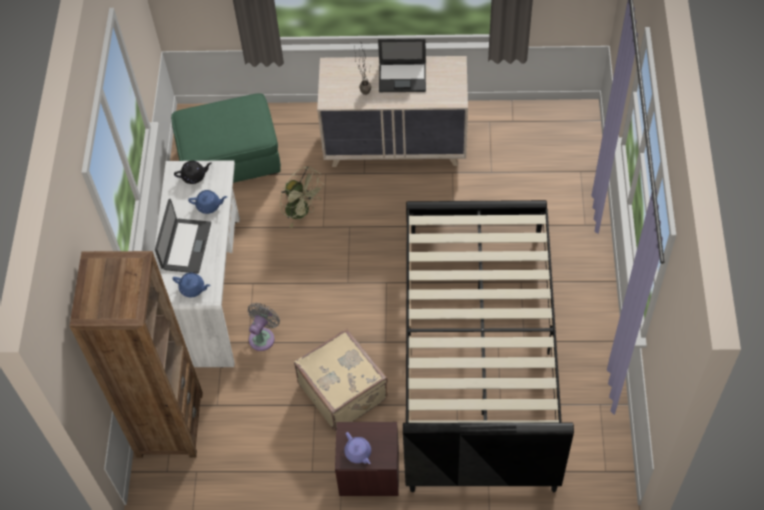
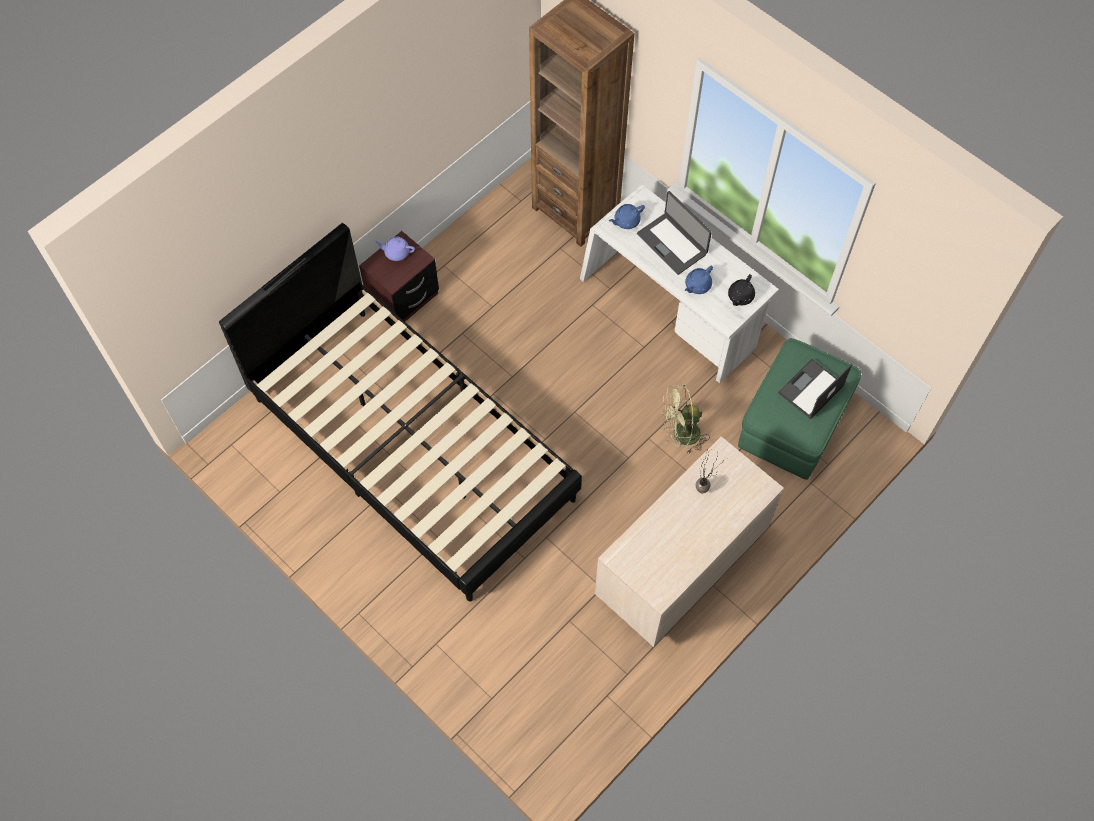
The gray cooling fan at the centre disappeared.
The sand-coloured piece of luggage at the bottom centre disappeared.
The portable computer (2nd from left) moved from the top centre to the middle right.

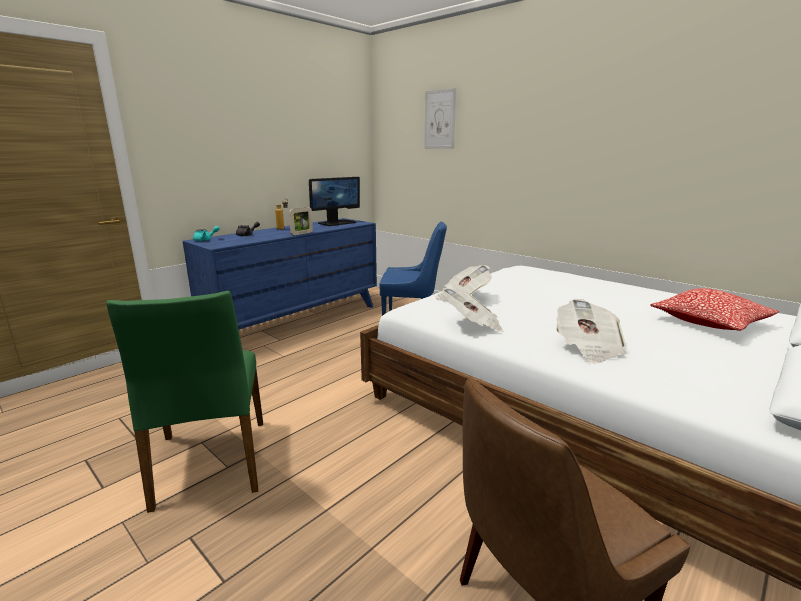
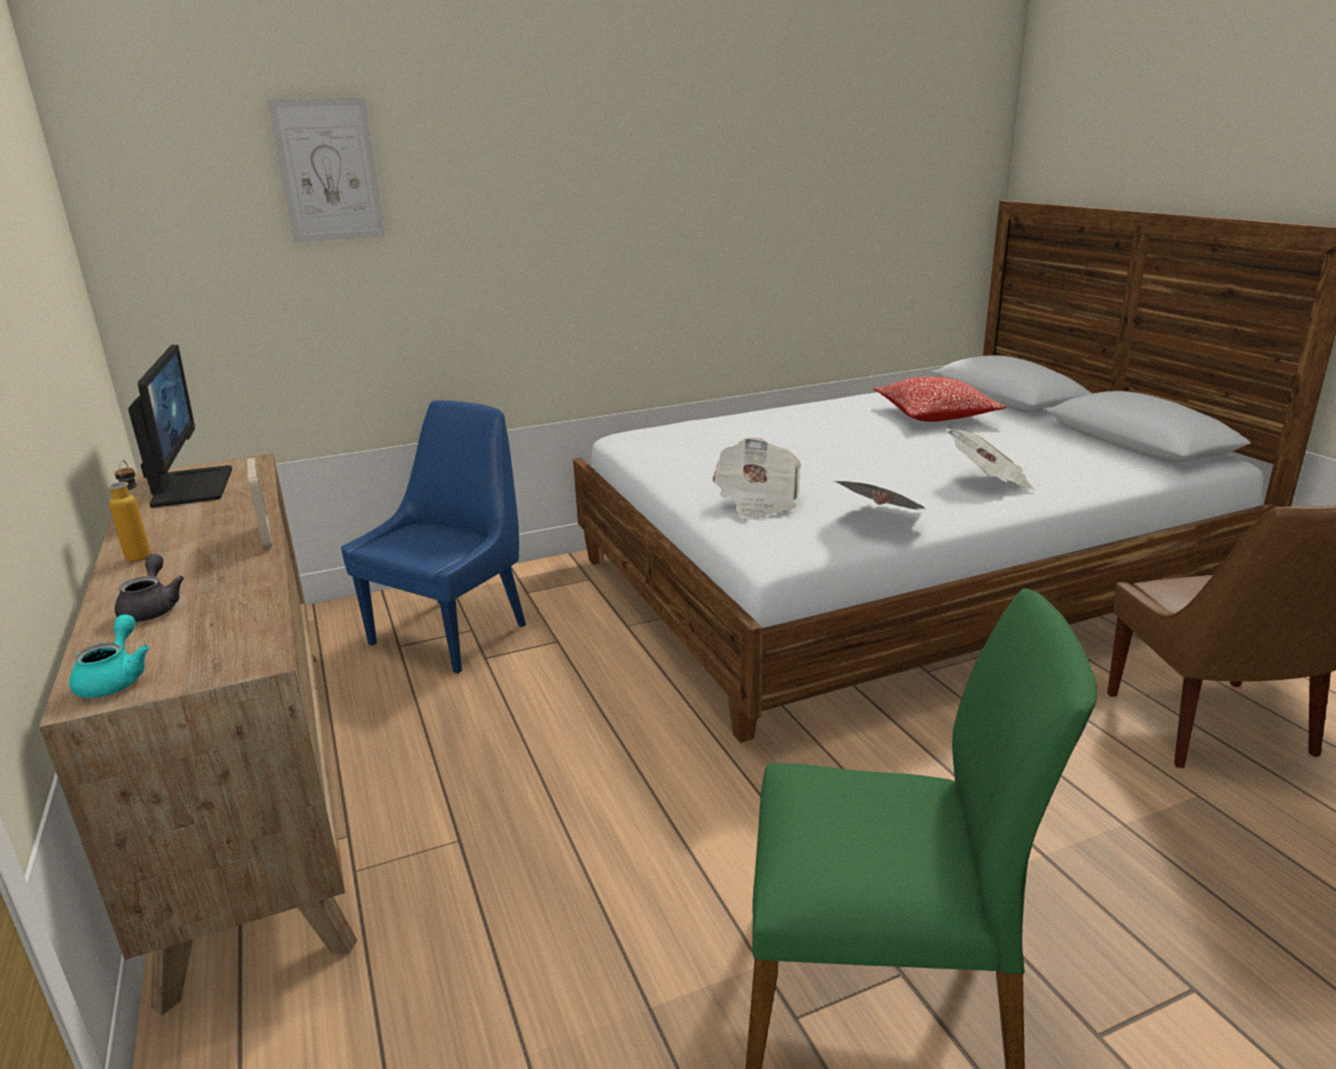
The bluish dresser at the centre became the brown dresser at the bottom left.

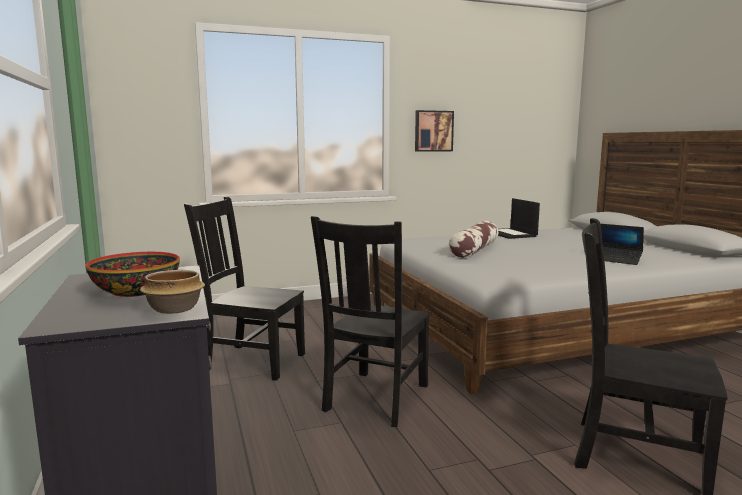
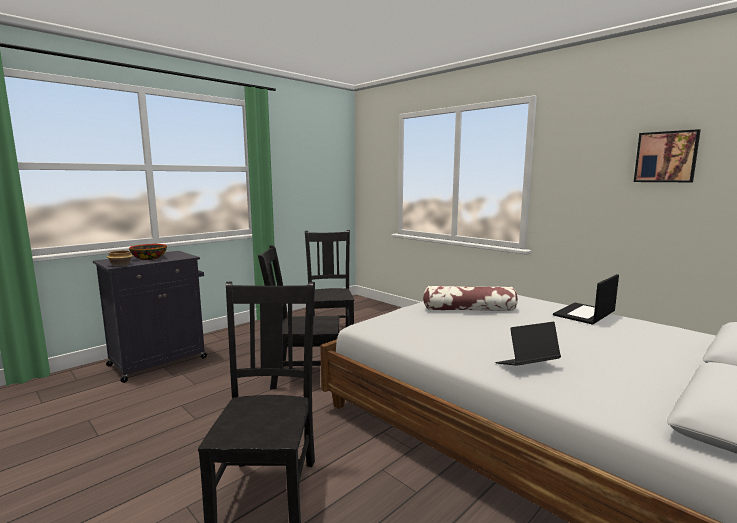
The wall picture moved from the top centre to the top right.
The portable computer (2nd from left in the first image) at the middle right turned 60 degrees clockwise.

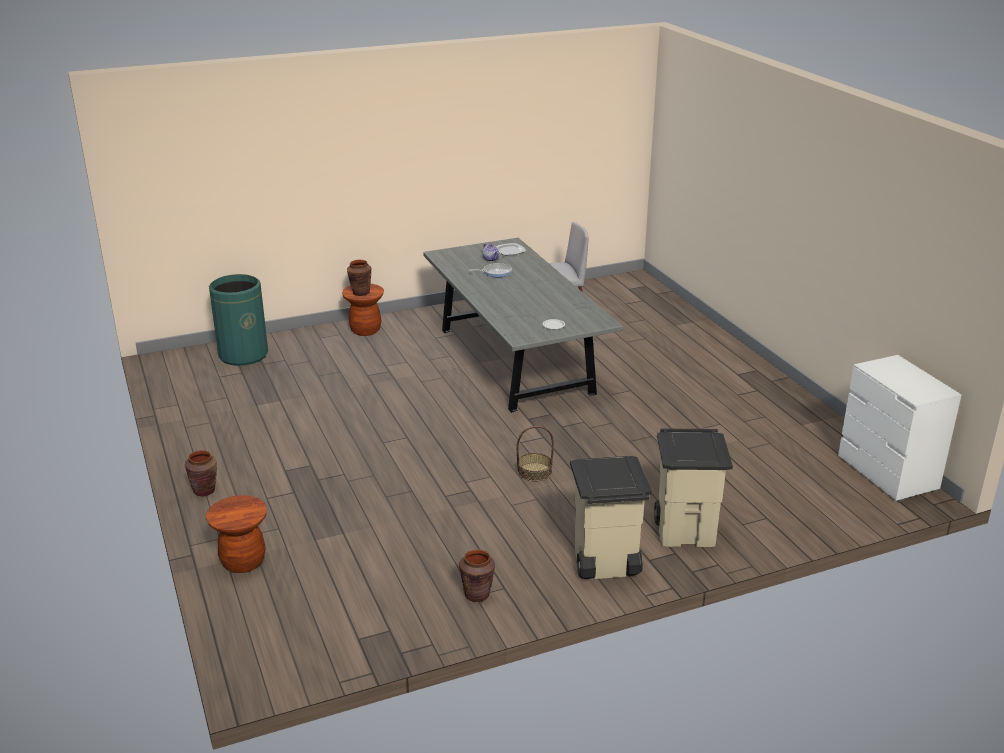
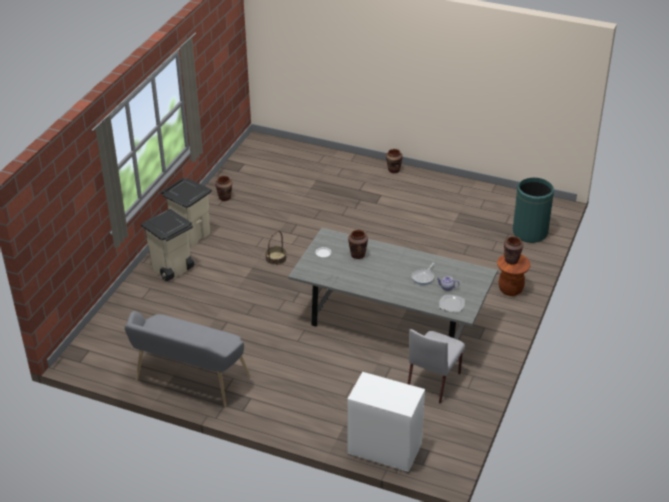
The brown stool seat (1st from left) at the bottom left disappeared.
The gray long seat at the bottom left appeared.
The brown flower vase (2nd from left) at the centre appeared.
The white-coloured dresser moved from the middle right to the bottom centre.

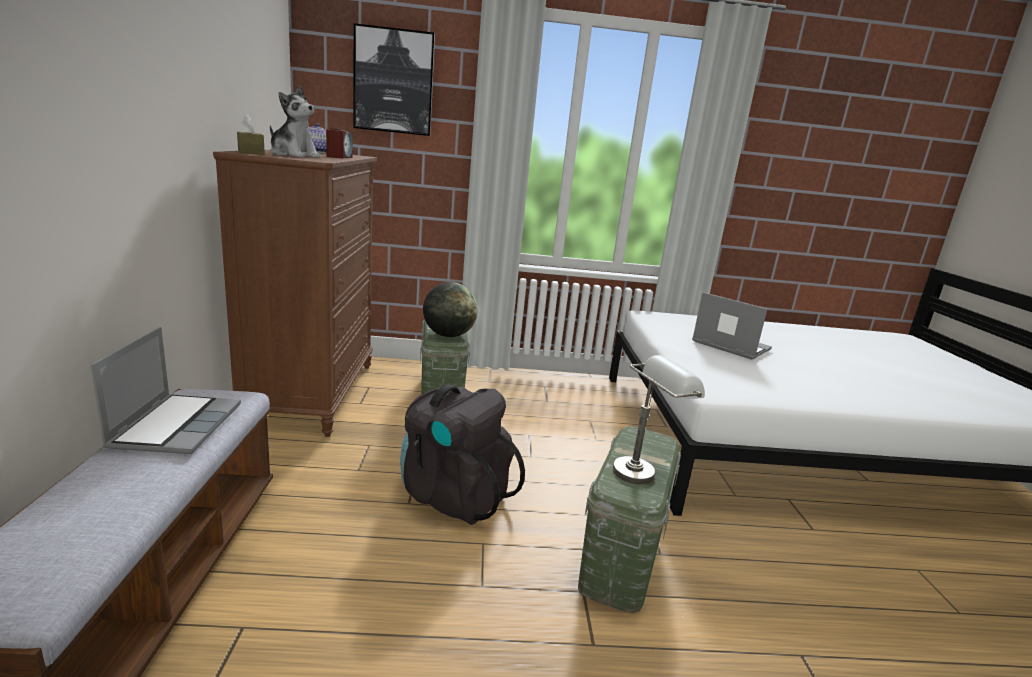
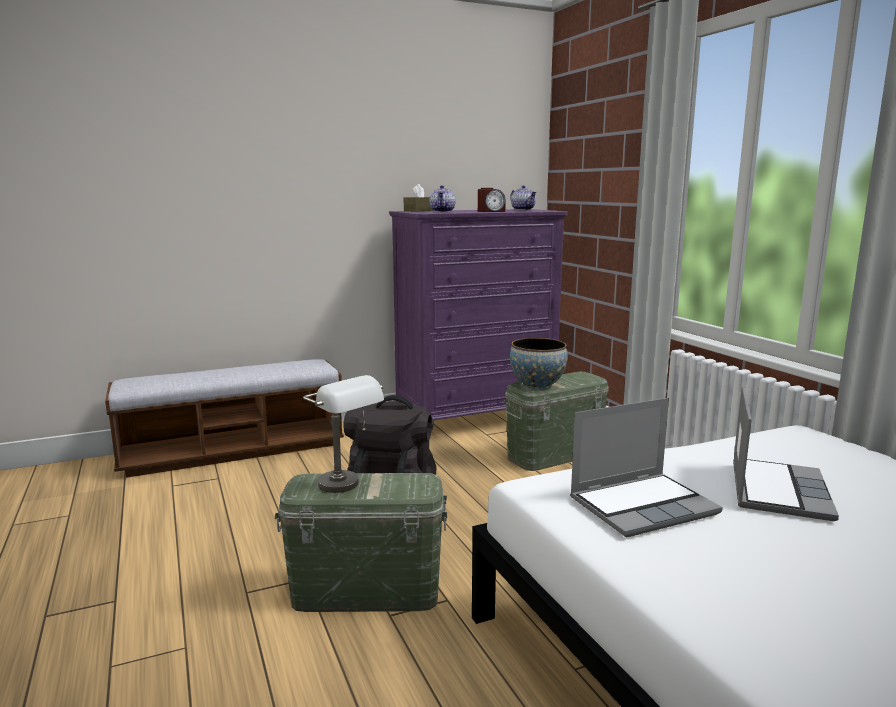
The wall picture at the top centre disappeared.
The portable computer (1st from left) moved from the middle left to the middle right.
The plush toy at the top left was replaced by the pot for tea (1st from left) at the top centre.
The desk globe at the centre was replaced by the bowl at the centre.
The brown dresser at the middle left became the purple-coloured dresser at the centre.

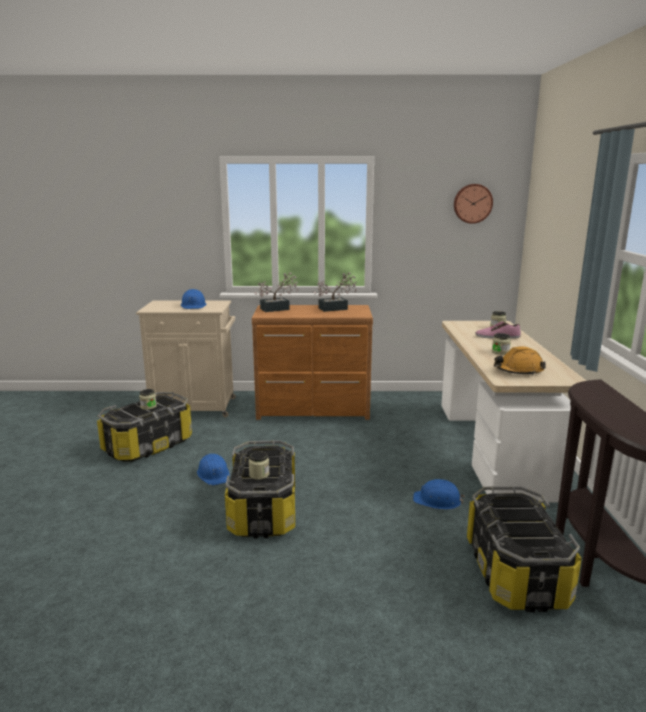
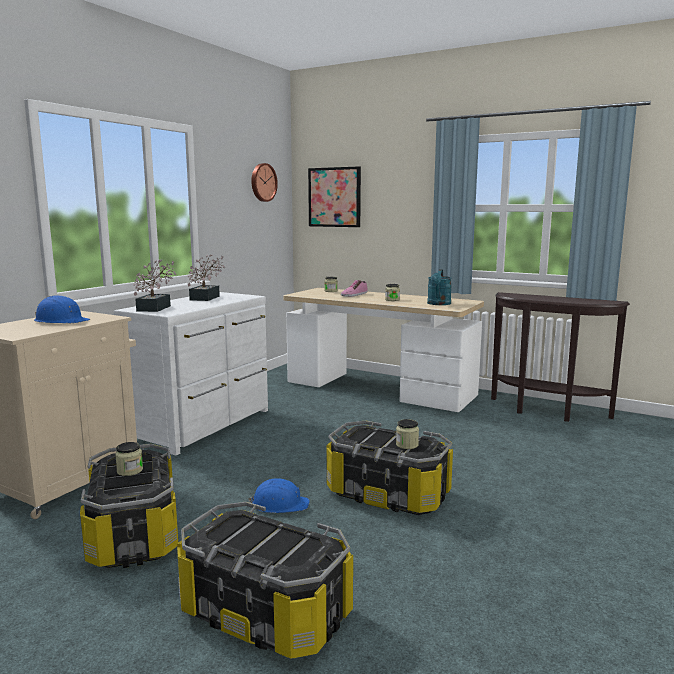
The bluish work helmet (3rd from left) at the bottom right disappeared.
The wall picture at the top centre appeared.
The storage bin (3rd from left in the first image) moved from the bottom right to the bottom centre.
The orange work helmet at the middle right was replaced by the turquoise watering pot at the centre.
The brown dresser at the centre became the white-coloured dresser at the middle left.

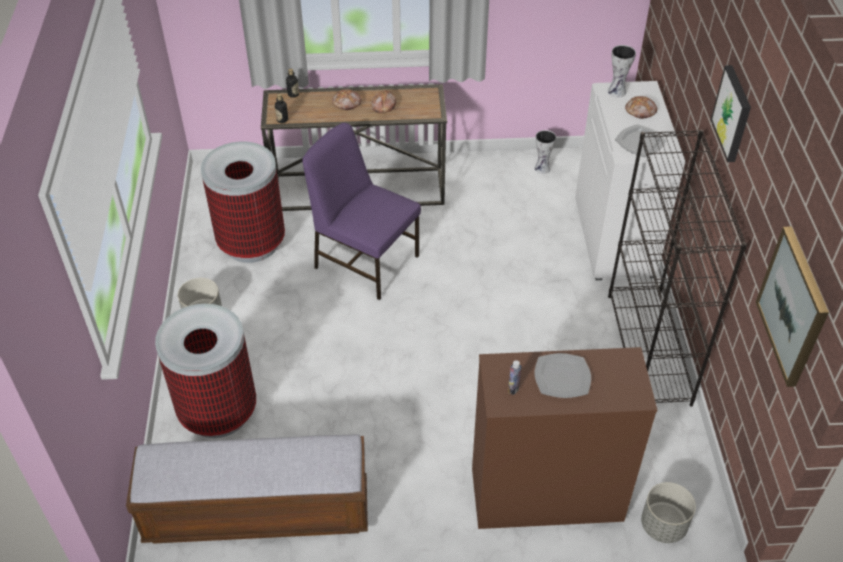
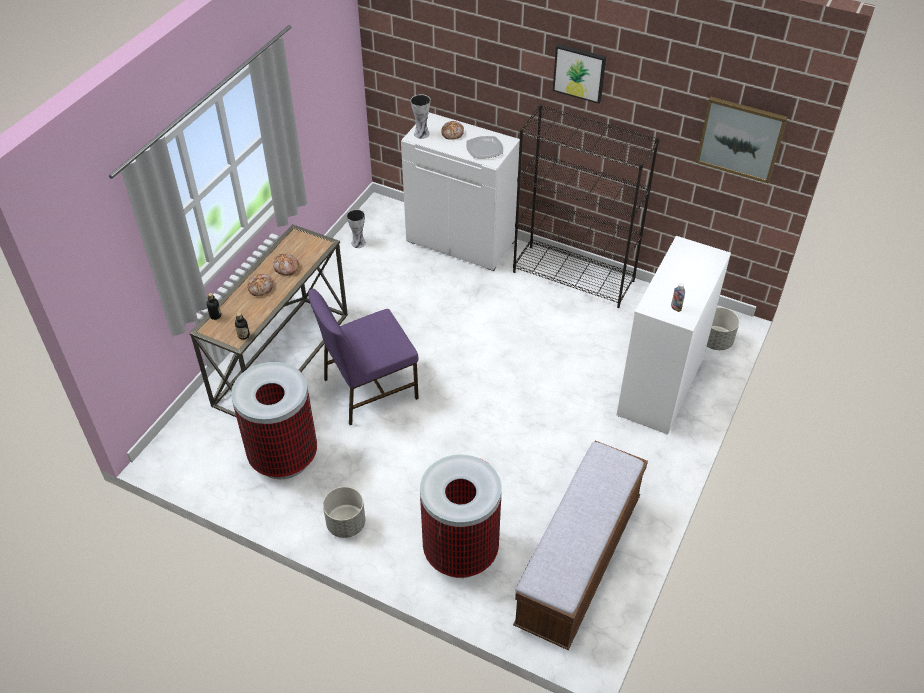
The dinner plate (1st from left) at the bottom right disappeared.
The brown dresser at the bottom right became the white-coloured dresser at the middle right.

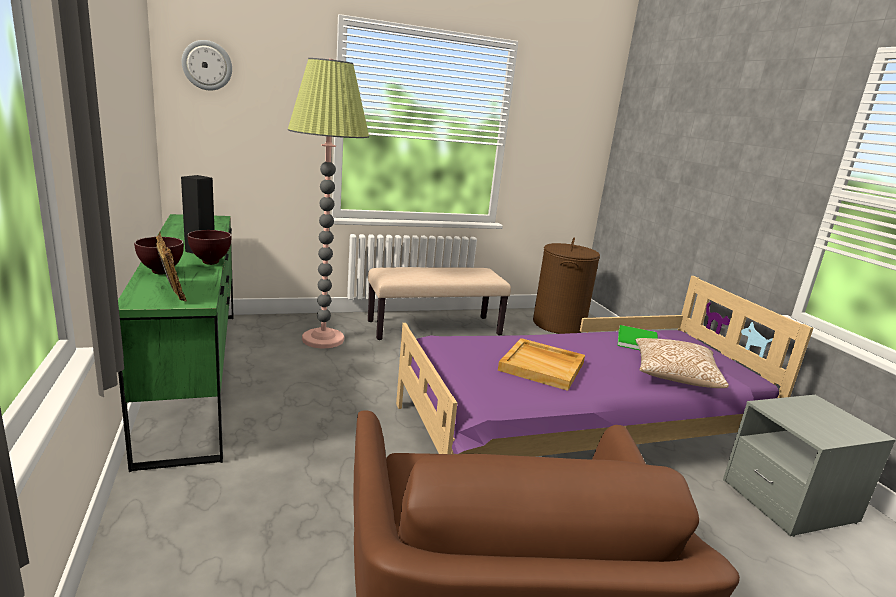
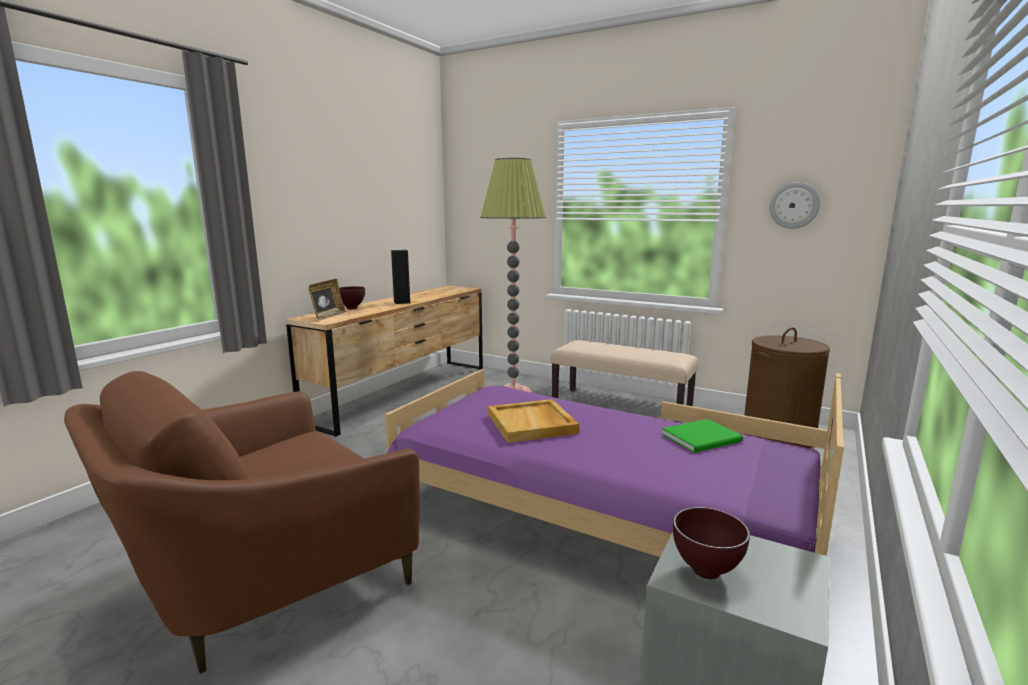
The cushion at the middle right disappeared.
The hanging clock moved from the top left to the top right.
The brown bowl (2nd from left) moved from the middle left to the bottom right.
The greenish dresser at the middle left became the brown dresser at the centre.

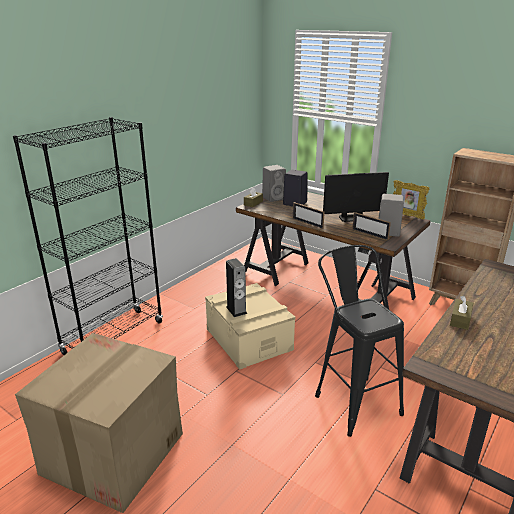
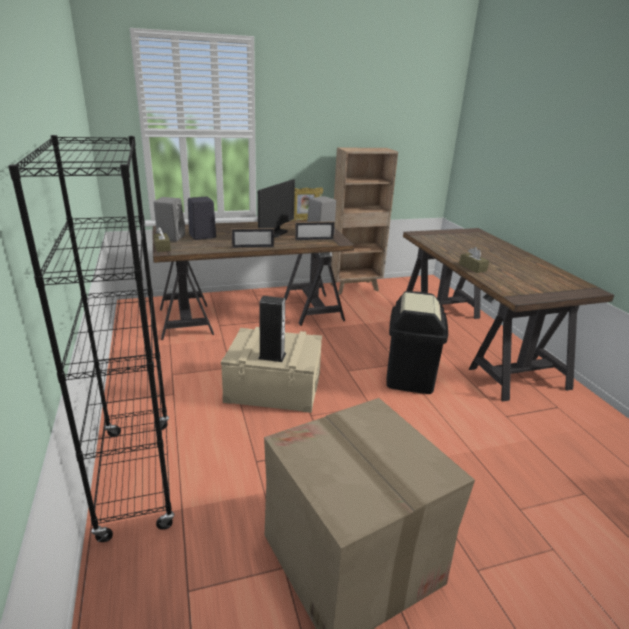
The black stool seat at the middle right was replaced by the black rubbish bin at the centre.

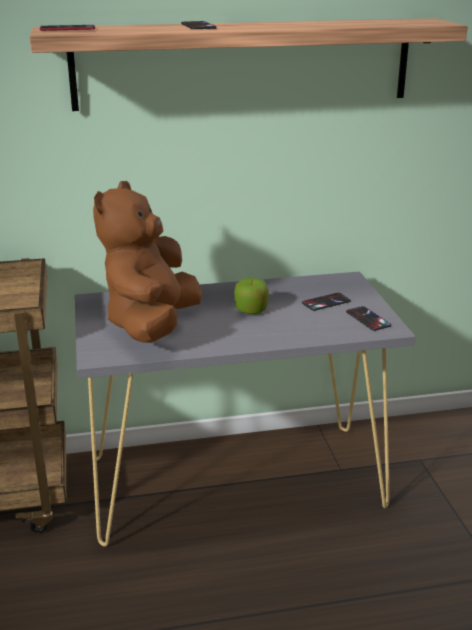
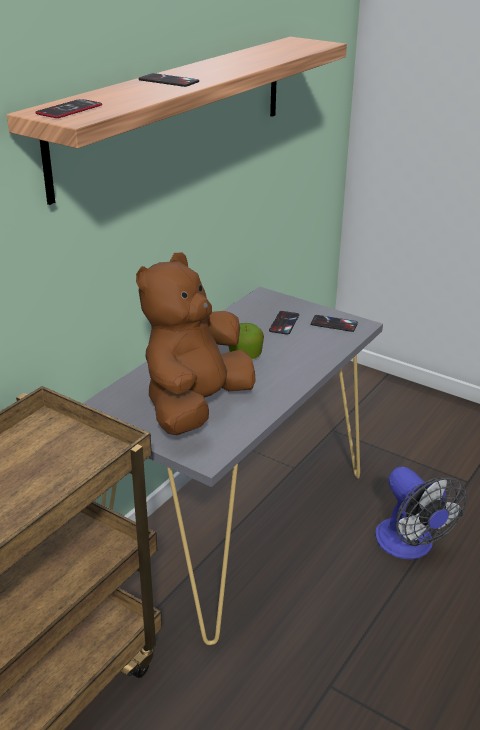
The cooling fan at the bottom right appeared.
The brown plush toy at the middle left turned 60 degrees clockwise.

